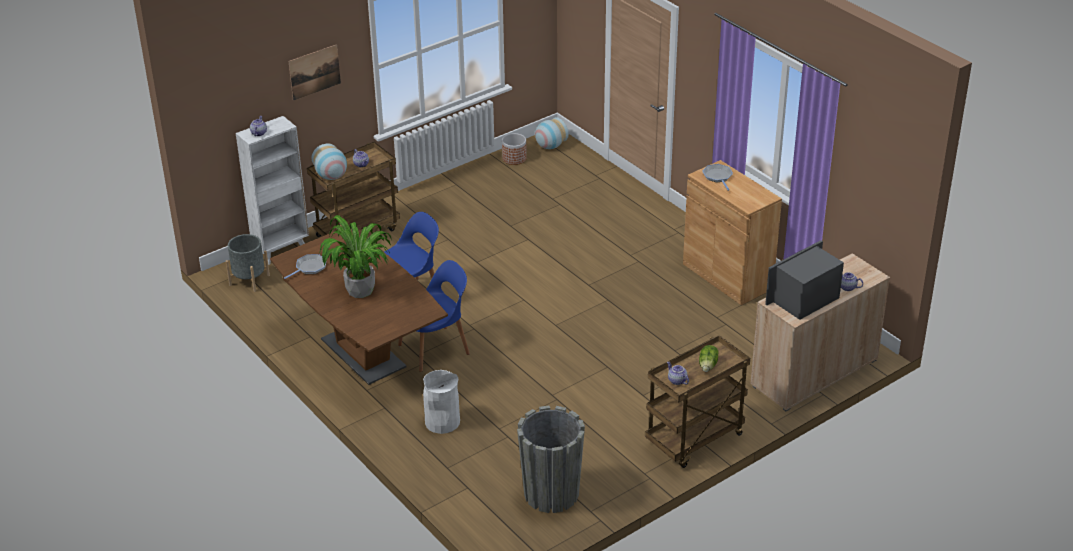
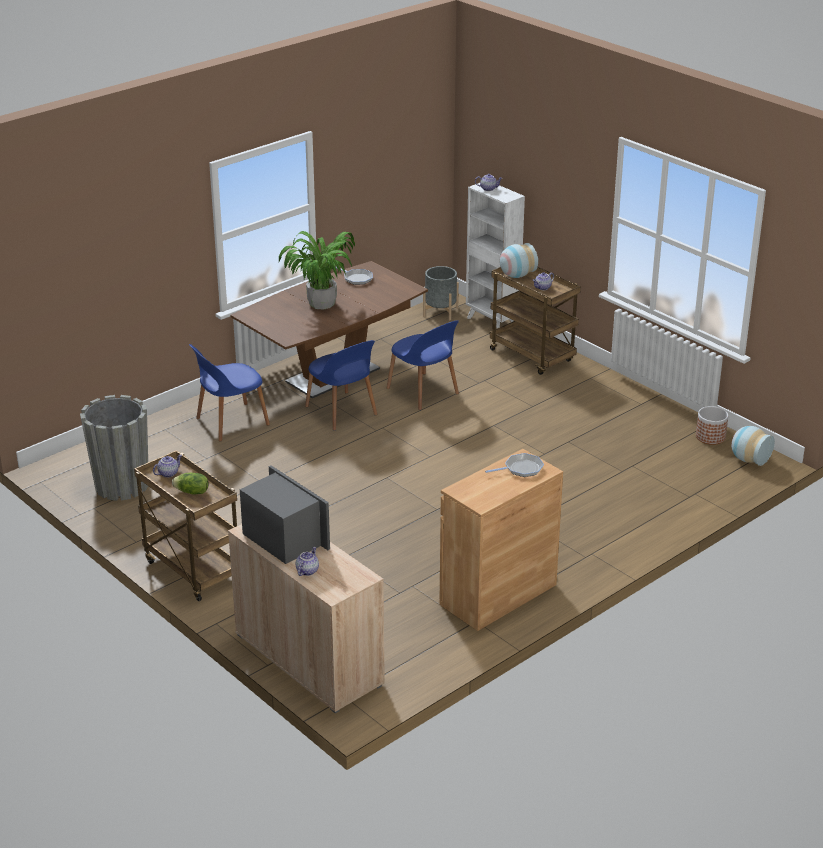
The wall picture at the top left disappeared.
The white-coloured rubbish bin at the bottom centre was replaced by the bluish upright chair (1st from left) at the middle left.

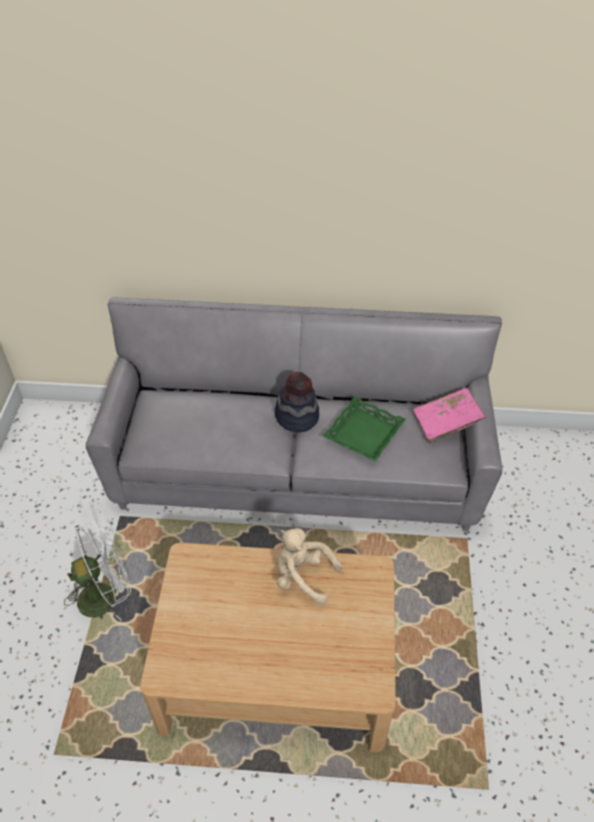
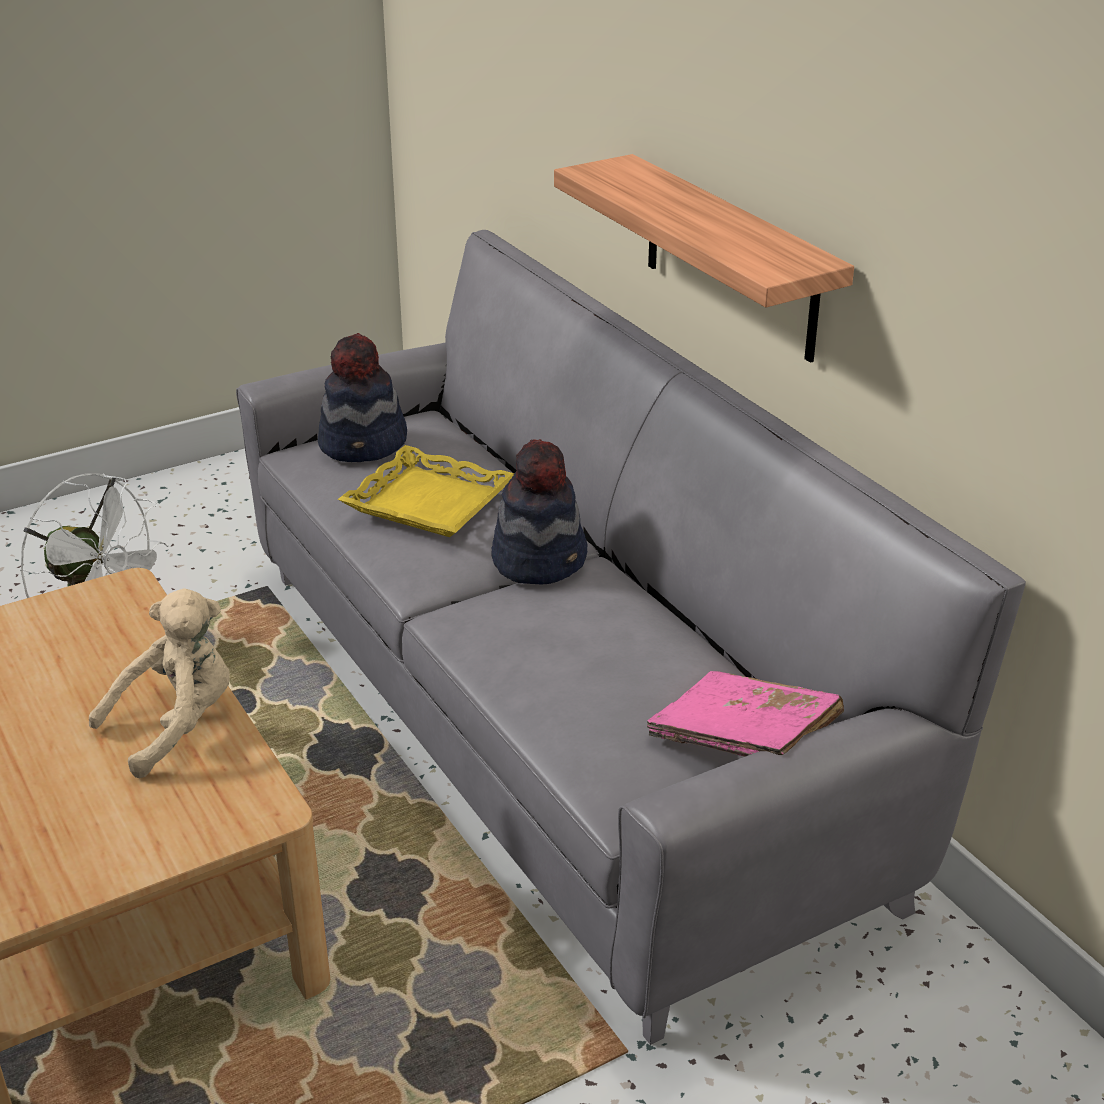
The greenish carrying tray at the centre disappeared.
The wearable hat (1st from left) at the middle left appeared.
The yellowish carrying tray at the centre appeared.
The shelf at the top centre appeared.
The sand-coloured plush toy at the bottom centre turned 60 degrees clockwise.

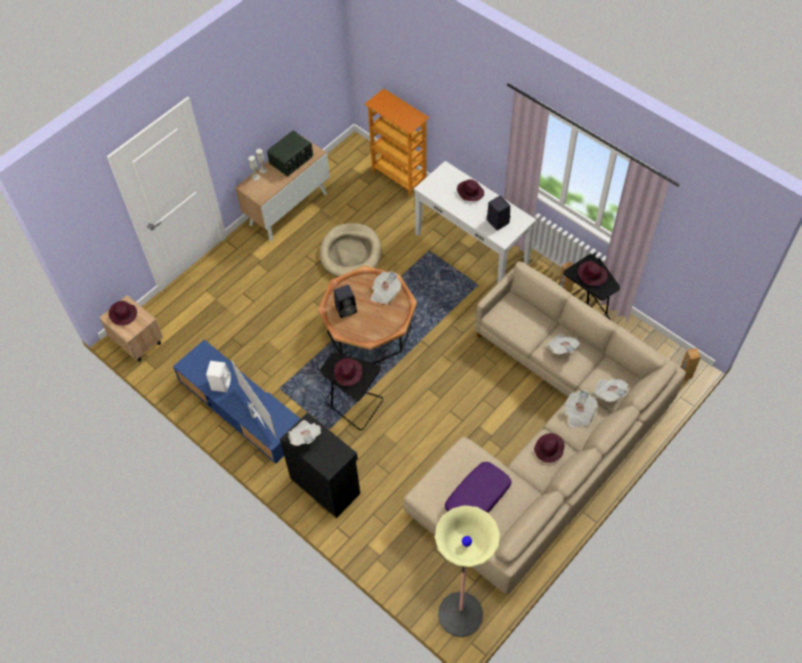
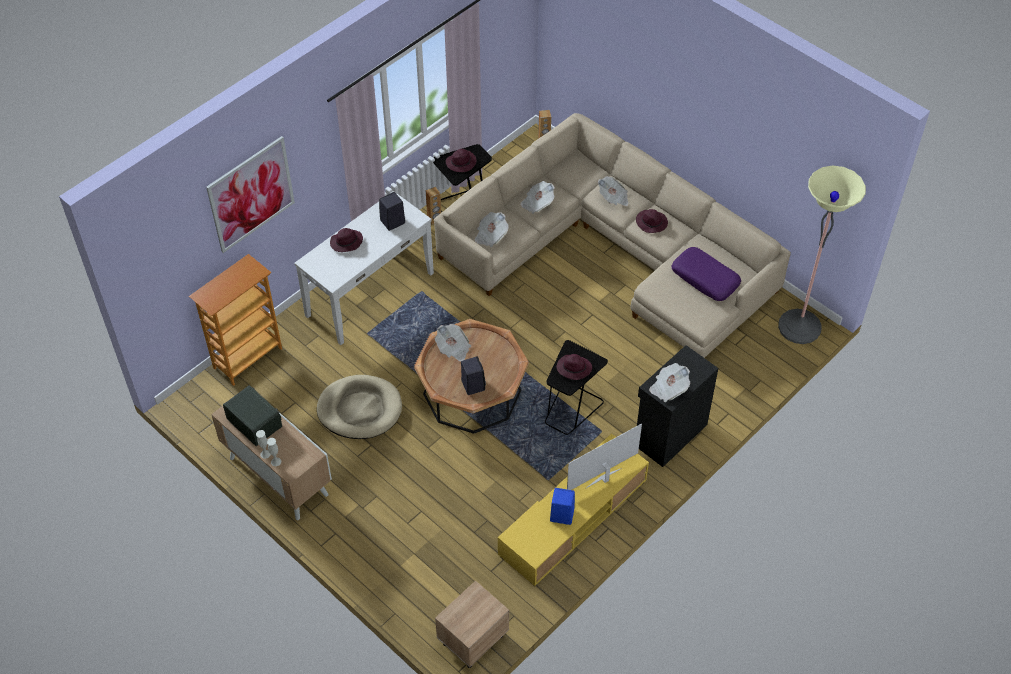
The purple-coloured wearable hat (1st from left) at the middle left disappeared.
The wall picture at the top left appeared.
The daily paper (5th from left in the first image) moved from the middle right to the centre.
The bluish media console at the middle left became the yellowish media console at the bottom centre.
The white-coloured loudspeaker at the middle left became the bluish loudspeaker at the bottom centre.

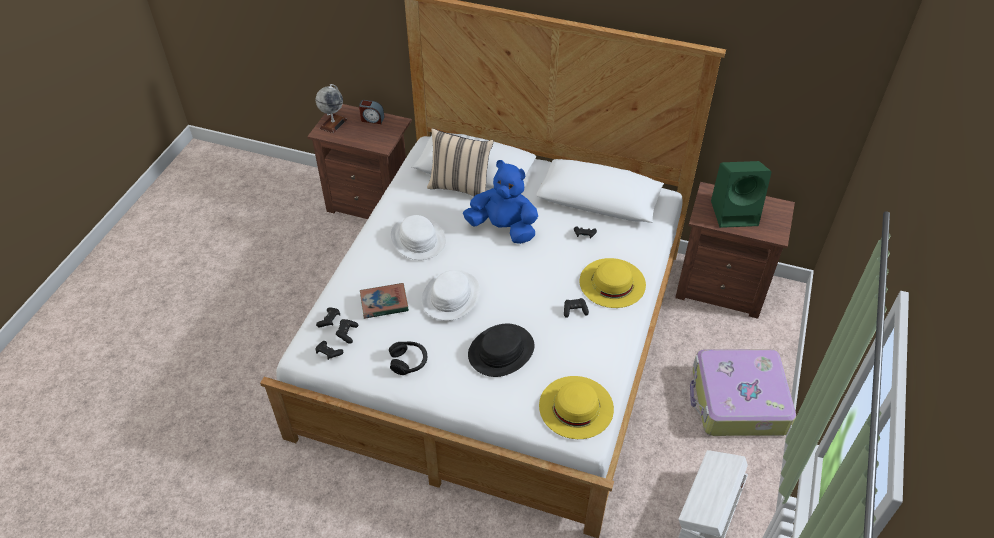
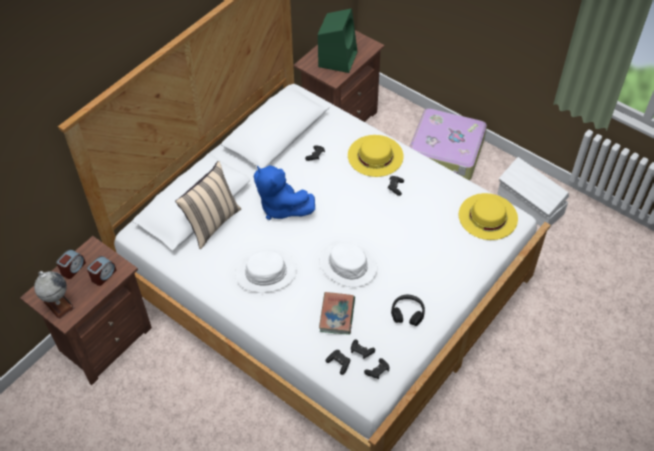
The black wearable hat at the centre disappeared.
The bedside clock (2nd from left) at the middle left appeared.
The bluish plush toy at the centre turned 90 degrees counterclockwise.

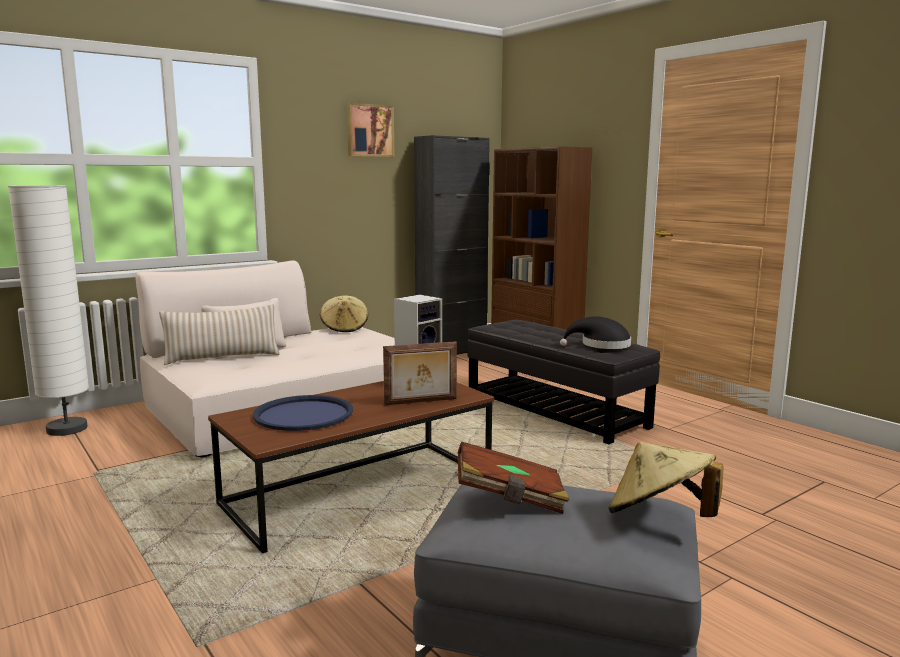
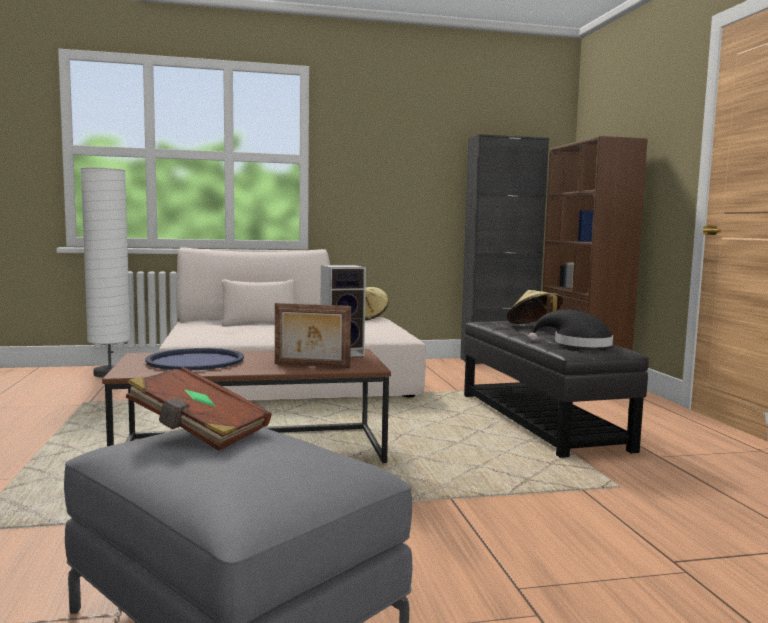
The sand-coloured cushion at the middle left disappeared.
The wall picture at the top centre disappeared.
The sand-coloured wearable hat (2nd from left) moved from the bottom right to the middle right.

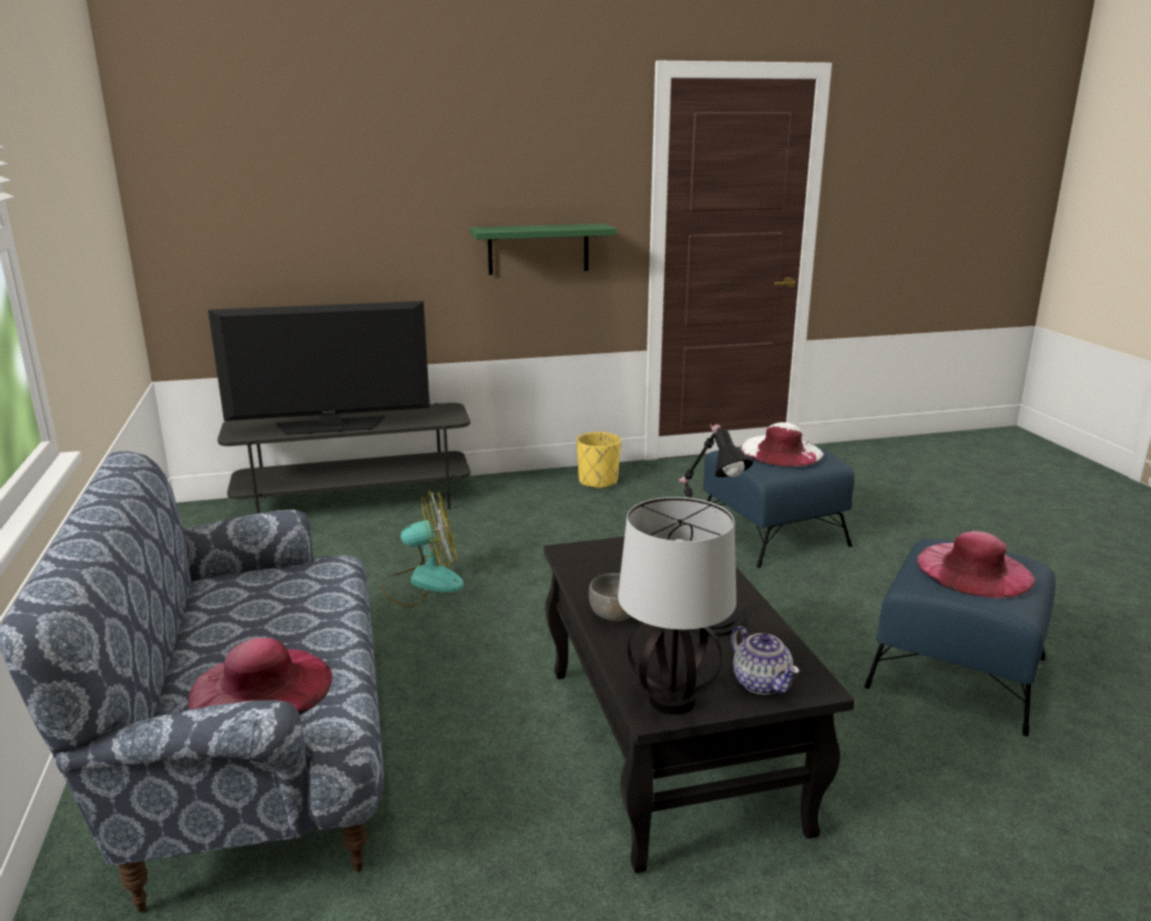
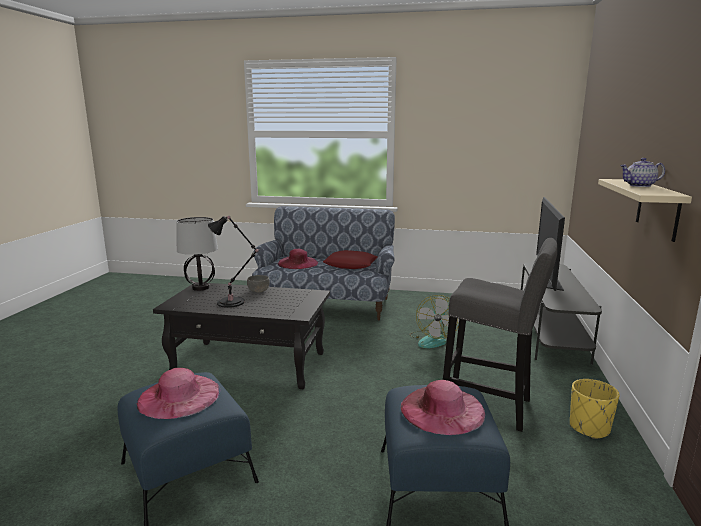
The red cushion at the centre appeared.
The gray stool seat at the middle right appeared.
The pot for tea moved from the bottom centre to the top right.
The greenish shelf at the top centre became the sand-coloured shelf at the middle right.
The white-coloured wearable hat at the middle right became the pink wearable hat (3rd from left) at the bottom centre.

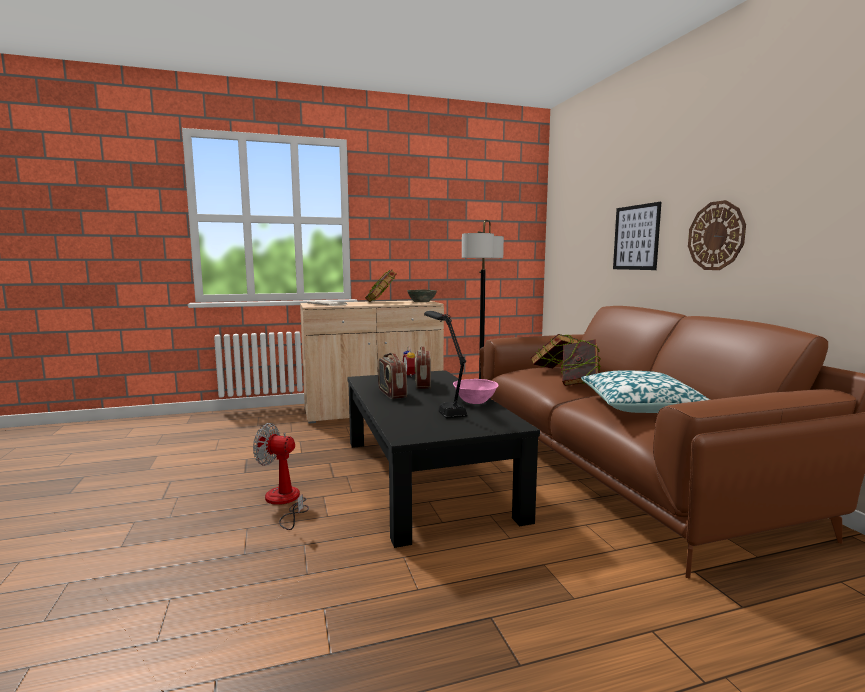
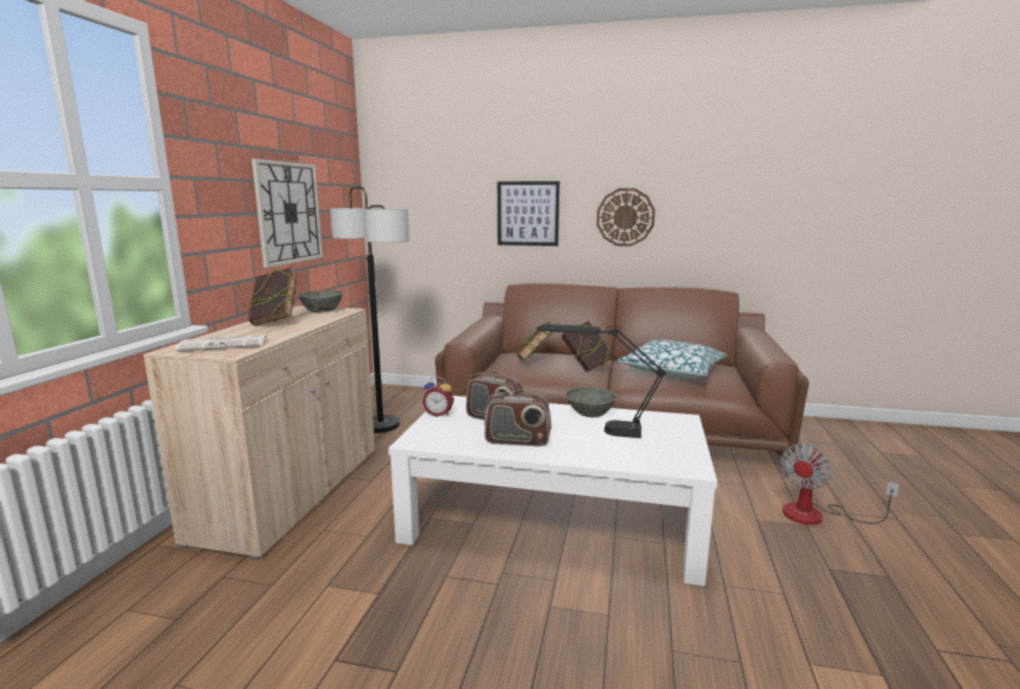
The hanging clock (1st from left) at the top left appeared.
The cooling fan moved from the bottom left to the bottom right.
The black lounge table at the centre became the white-coloured lounge table at the bottom centre.
The pink bowl at the centre became the gray bowl (2nd from left) at the centre.

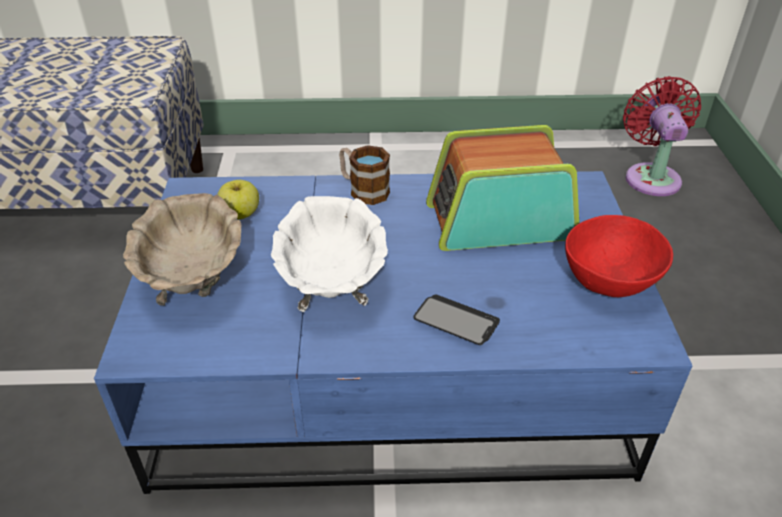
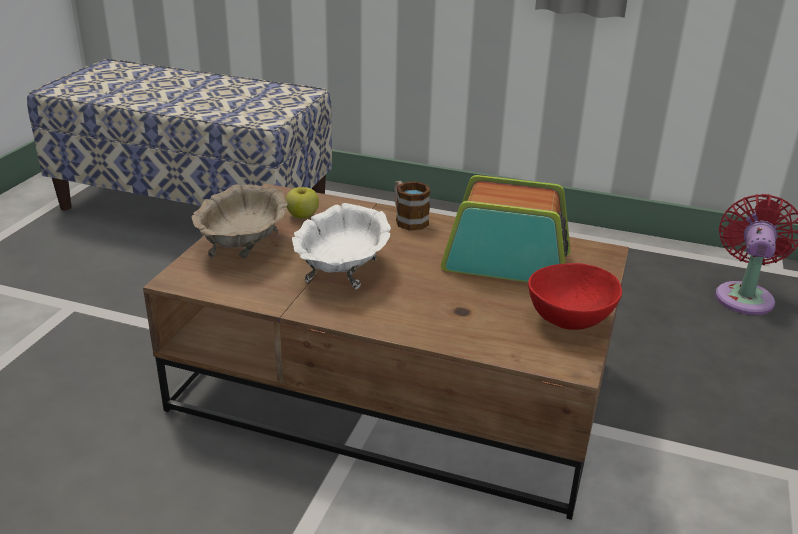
The handset at the centre disappeared.
The bluish lounge table at the centre became the brown lounge table at the centre.

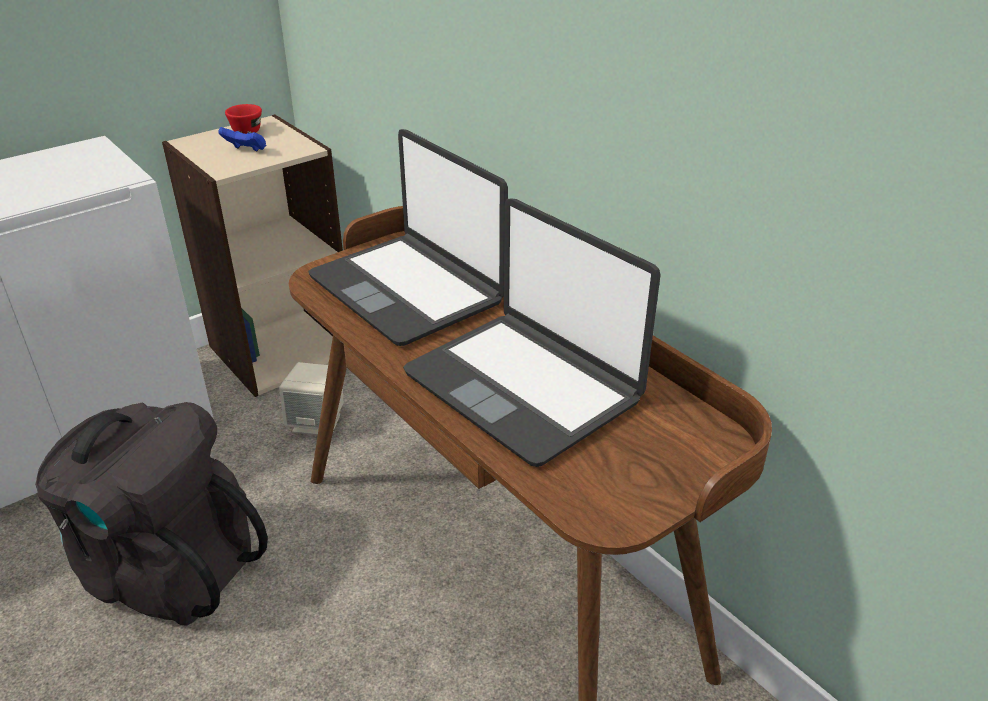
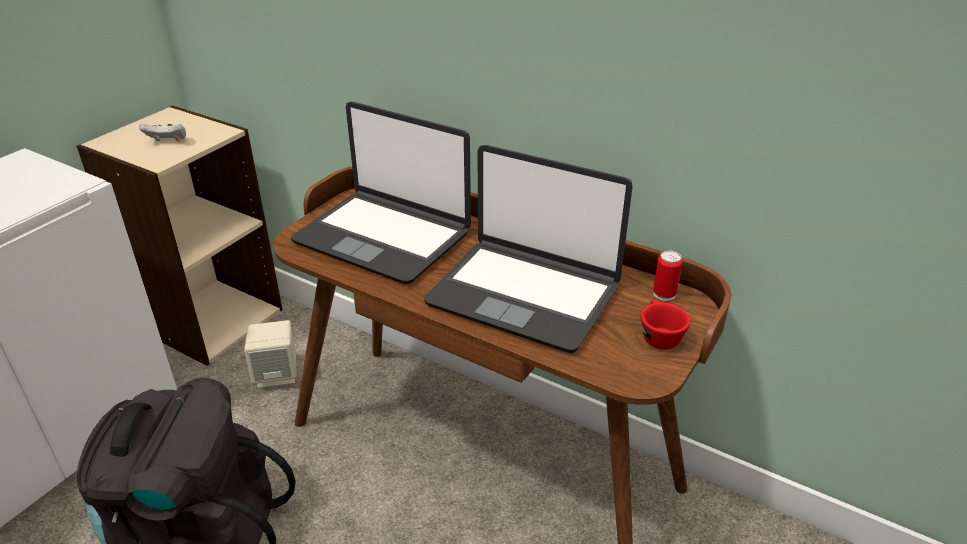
The can at the middle right appeared.
The red small cup moved from the top left to the middle right.
The bluish joypad at the top left became the white-coloured joypad at the top left.

